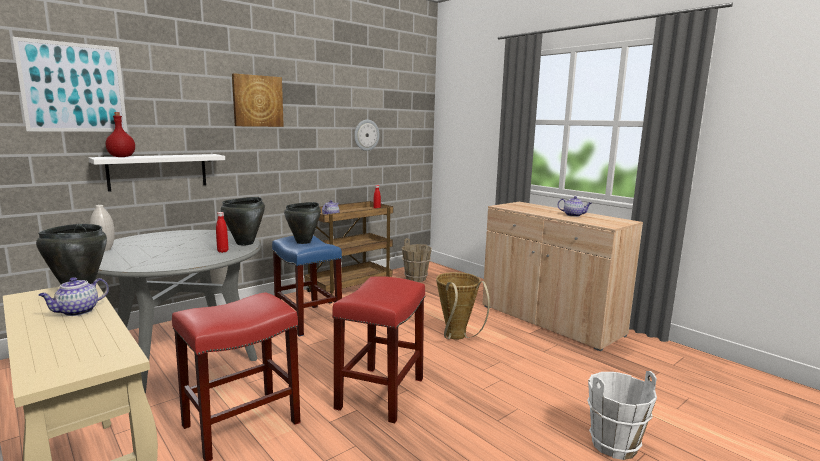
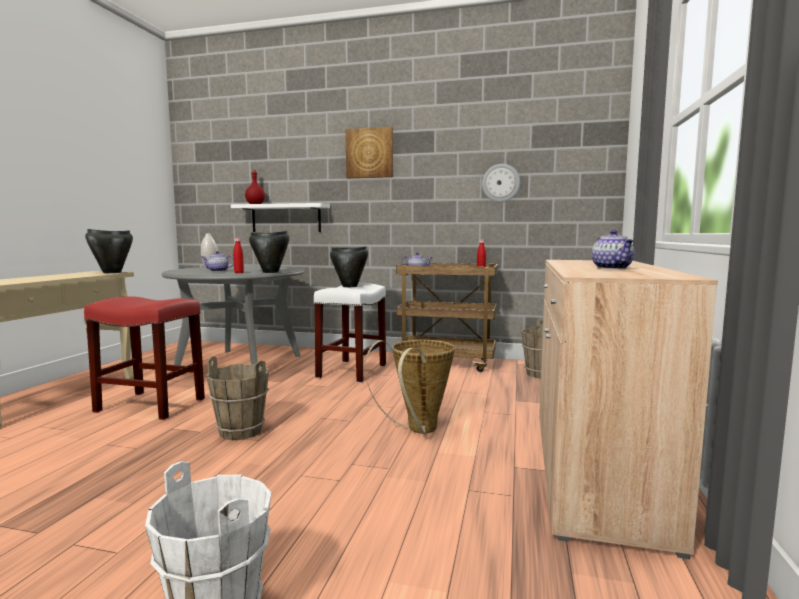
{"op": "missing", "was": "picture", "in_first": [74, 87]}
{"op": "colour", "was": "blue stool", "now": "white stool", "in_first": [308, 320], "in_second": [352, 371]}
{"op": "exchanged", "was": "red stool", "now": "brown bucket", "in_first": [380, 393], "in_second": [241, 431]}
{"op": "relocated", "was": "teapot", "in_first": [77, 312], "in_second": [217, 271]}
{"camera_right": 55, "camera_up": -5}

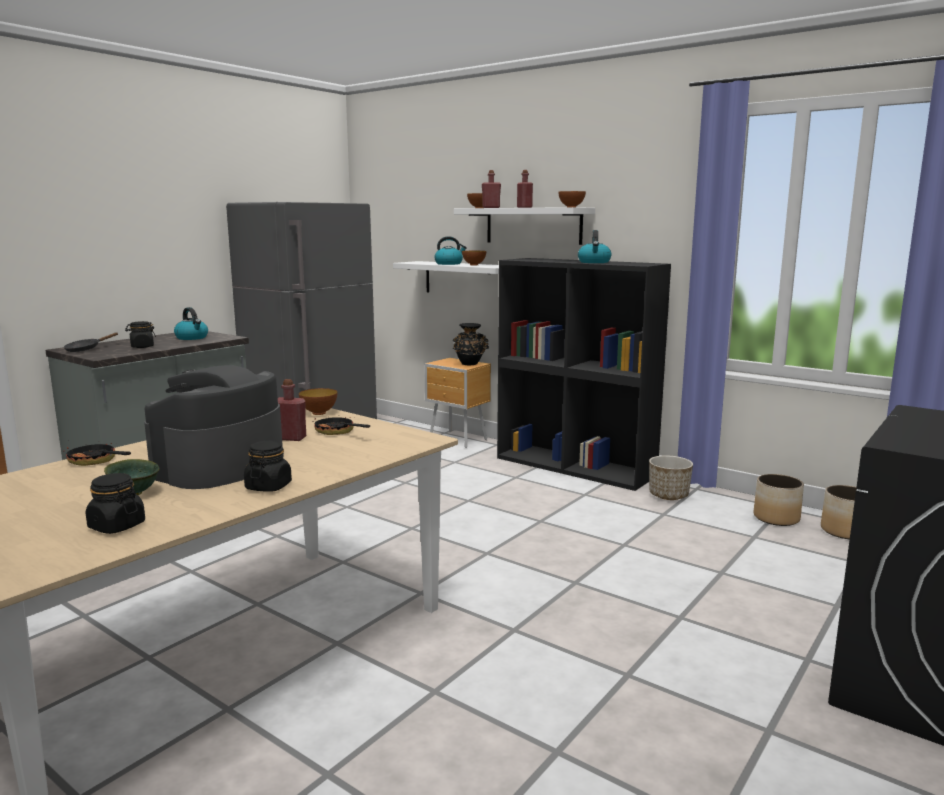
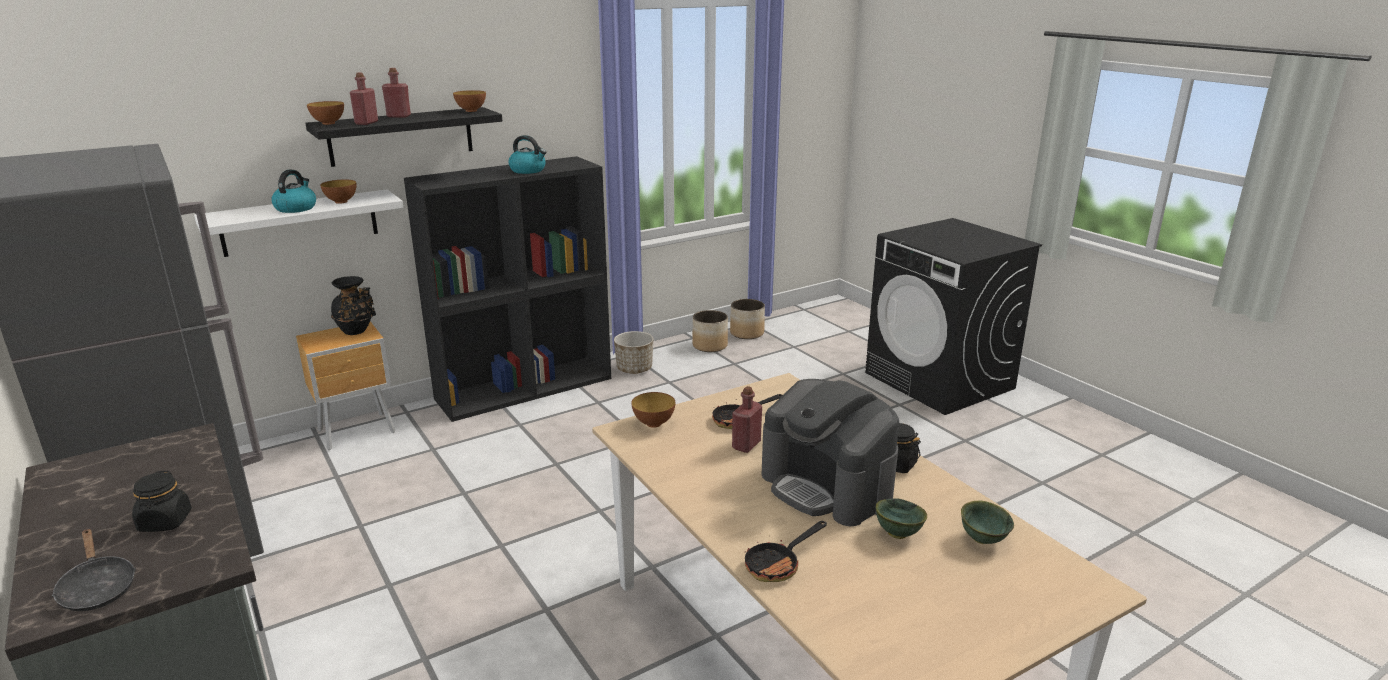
{"op": "colour", "was": "white shelf", "now": "black shelf", "in_first": [533, 226], "in_second": [401, 136]}
{"op": "missing", "was": "kettle", "in_first": [192, 338]}
{"op": "exchanged", "was": "black jar", "now": "green bowl", "in_first": [116, 526], "in_second": [983, 539]}
{"camera_right": -70, "camera_up": 10}

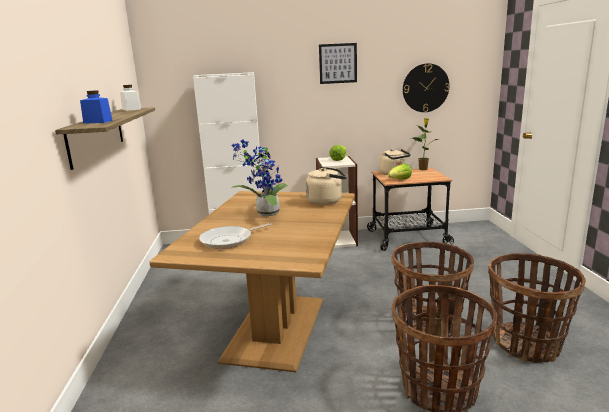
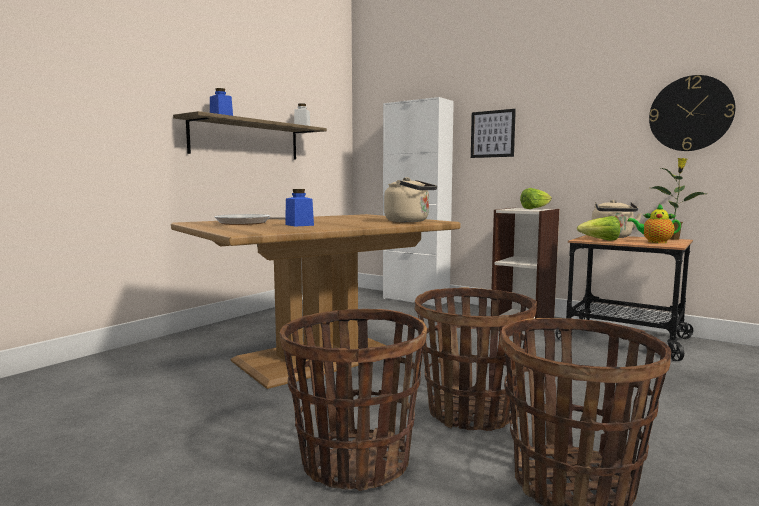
{"op": "relocated", "was": "picture", "in_first": [338, 63], "in_second": [492, 134]}
{"op": "missing", "was": "potted plant", "in_first": [265, 214]}
{"op": "appeared", "now": "blue jar", "in_second": [299, 225]}
{"op": "appeared", "now": "teapot", "in_second": [654, 242]}
{"camera_right": 40, "camera_up": -10}

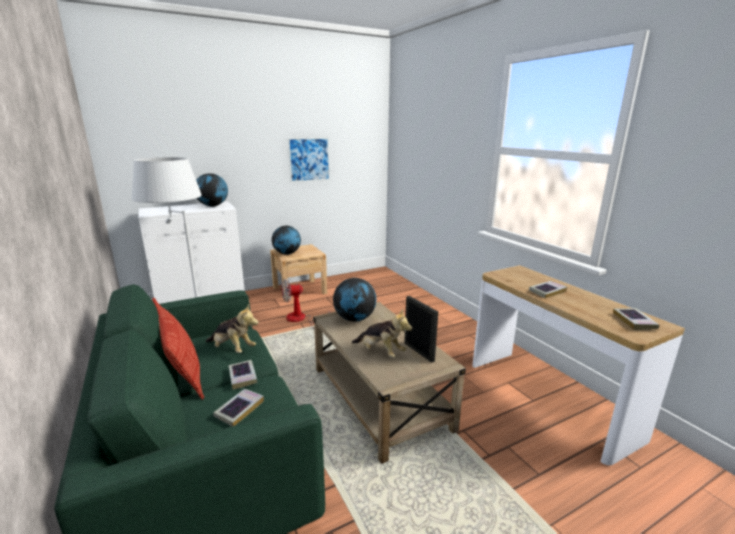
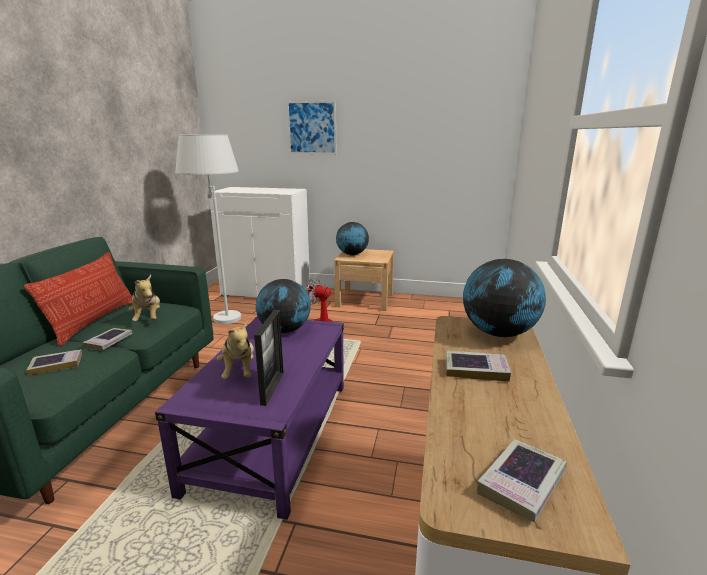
{"op": "relocated", "was": "picture", "in_first": [309, 159], "in_second": [312, 128]}
{"op": "relocated", "was": "globe", "in_first": [213, 206], "in_second": [499, 333]}
{"op": "colour", "was": "beige coffee table", "now": "purple coffee table", "in_first": [379, 397], "in_second": [273, 434]}
{"camera_right": 40, "camera_up": 0}

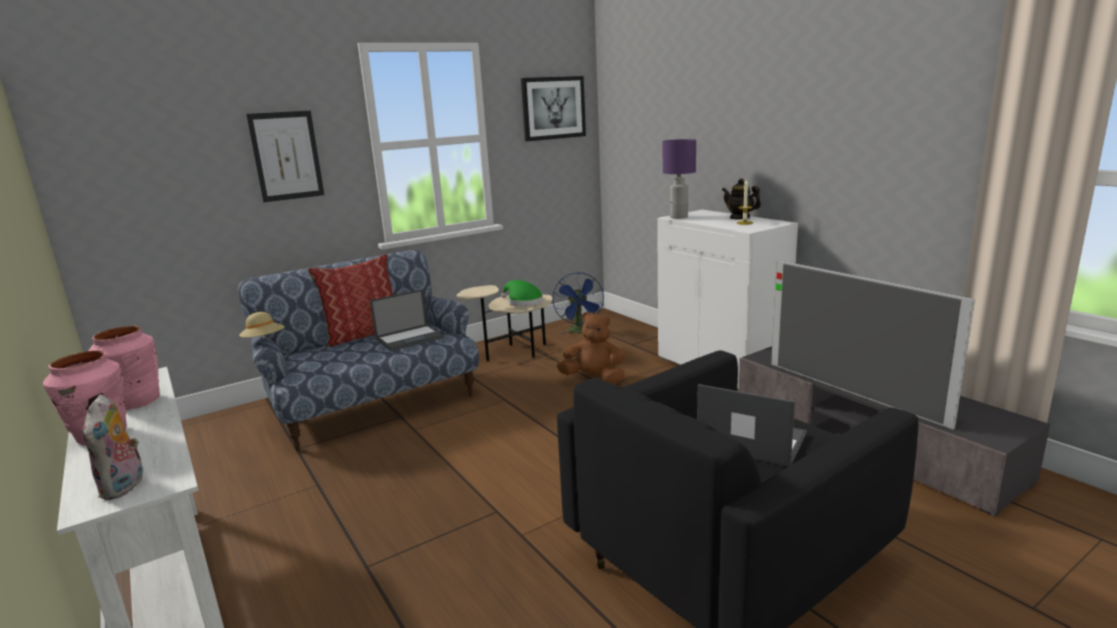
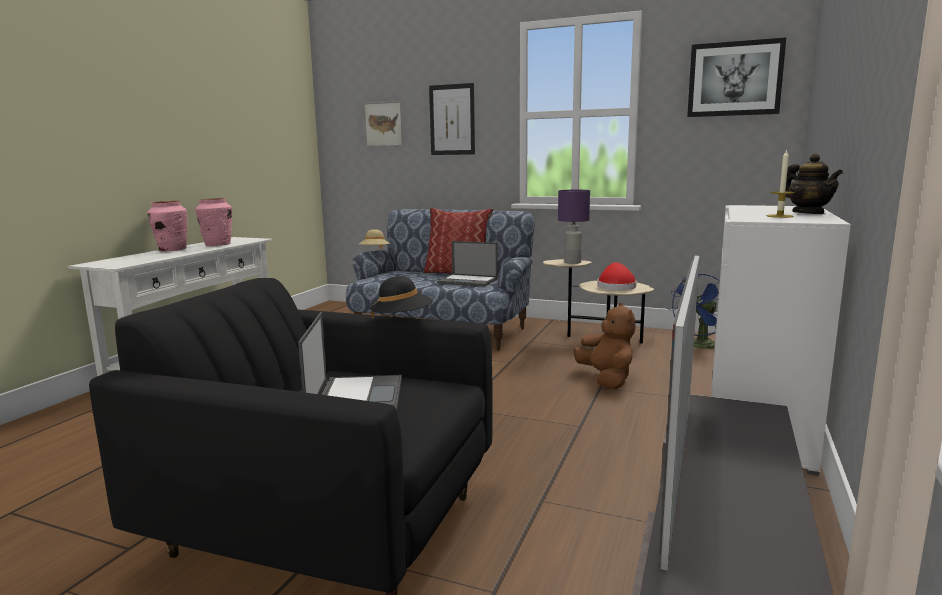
{"op": "relocated", "was": "purple table lamp", "in_first": [678, 217], "in_second": [572, 262]}
{"op": "spun", "was": "teapot", "in_first": [740, 217], "in_second": [808, 213], "clockwise": 150}
{"op": "colour", "was": "green hat", "now": "red hat", "in_first": [523, 302], "in_second": [616, 286]}
{"op": "missing", "was": "plush toy", "in_first": [125, 487]}
{"op": "appeared", "now": "picture", "in_second": [383, 124]}
{"op": "appeared", "now": "black hat", "in_second": [402, 320]}
{"camera_right": 55, "camera_up": -5}

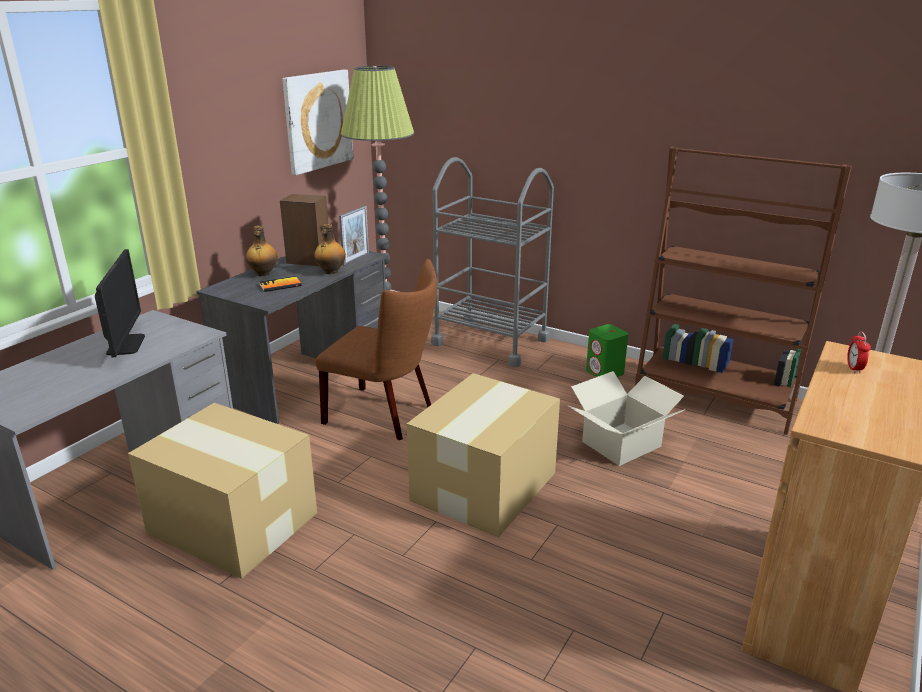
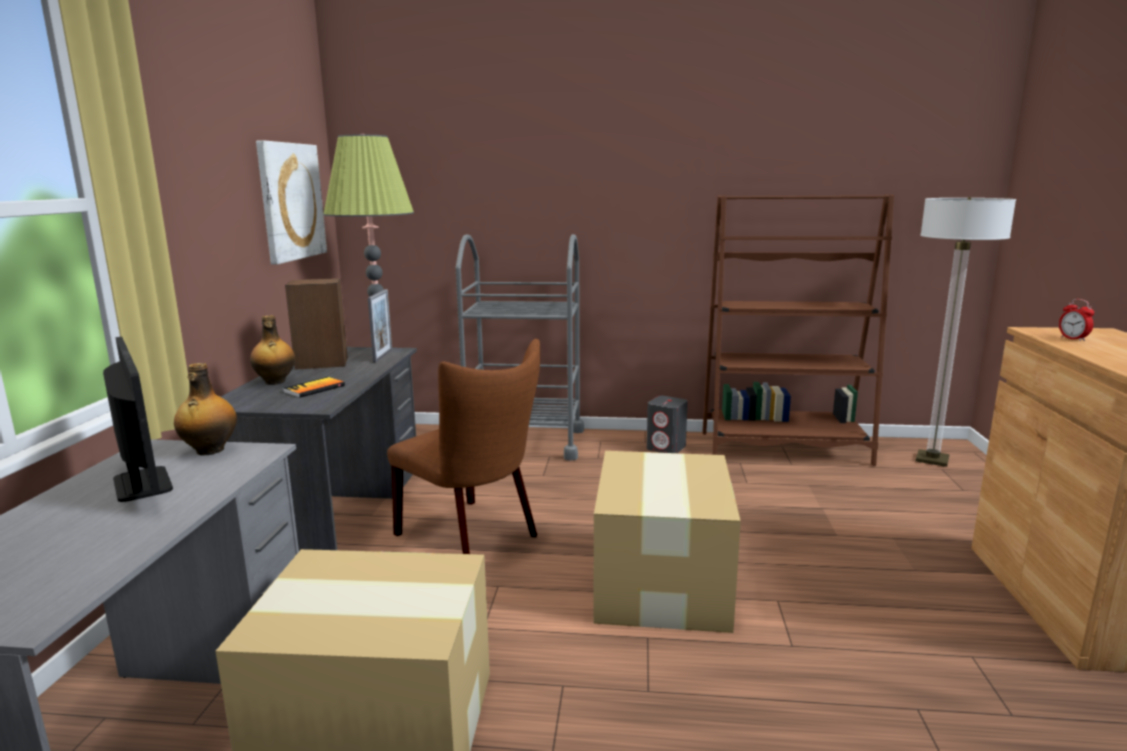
{"op": "relocated", "was": "bottle", "in_first": [330, 272], "in_second": [209, 451]}
{"op": "spun", "was": "brown chair", "in_first": [385, 415], "in_second": [474, 537], "clockwise": 45}
{"op": "colour", "was": "green speaker", "now": "grey speaker", "in_first": [605, 372], "in_second": [666, 448]}
{"op": "missing", "was": "cardboard box", "in_first": [622, 444]}
{"camera_right": -25, "camera_up": -10}

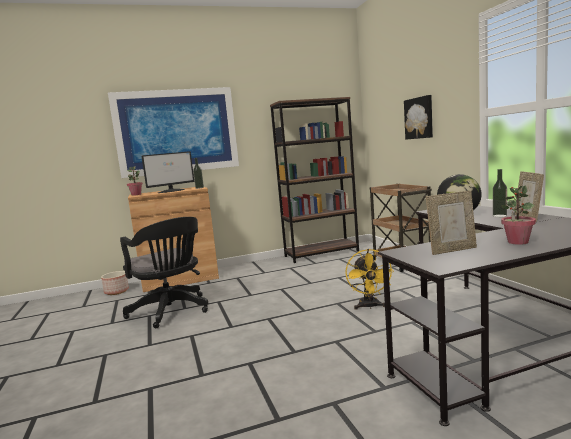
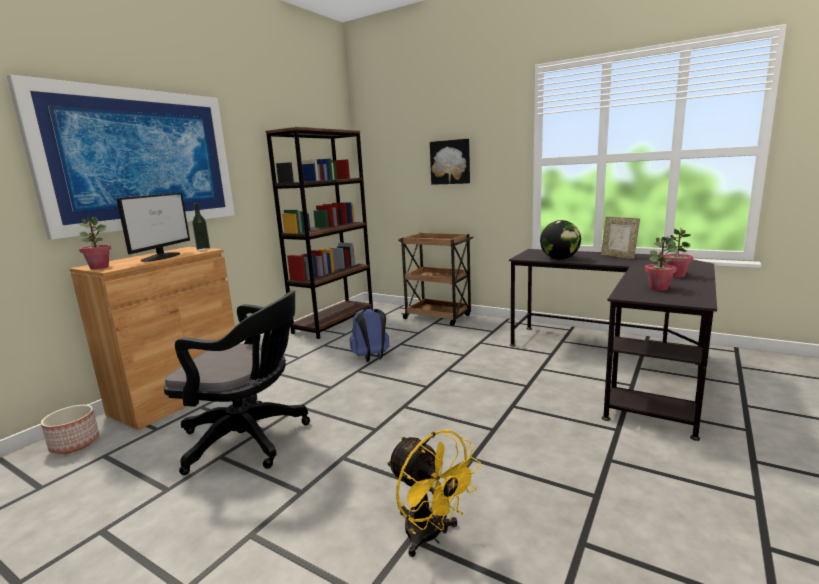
{"op": "missing", "was": "bottle", "in_first": [499, 215]}
{"op": "exchanged", "was": "picture frame", "now": "potted plant", "in_first": [452, 250], "in_second": [658, 288]}
{"op": "relocated", "was": "yellow fan", "in_first": [369, 306], "in_second": [430, 536]}
{"op": "appeared", "now": "blue backpack", "in_second": [371, 358]}
{"camera_right": -40, "camera_up": 5}

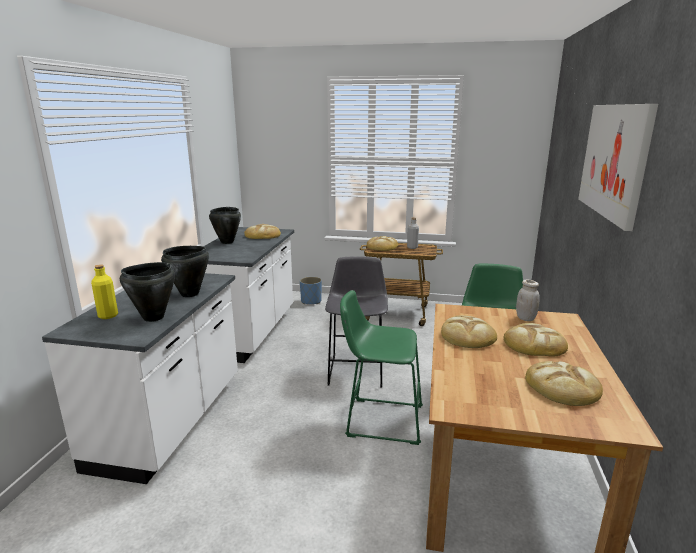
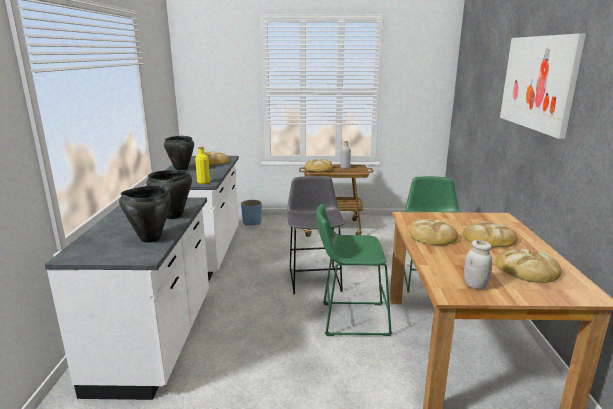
{"op": "relocated", "was": "yellow bottle", "in_first": [108, 316], "in_second": [203, 182]}
{"op": "relocated", "was": "white jar", "in_first": [525, 318], "in_second": [475, 285]}
{"camera_right": -10, "camera_up": 0}

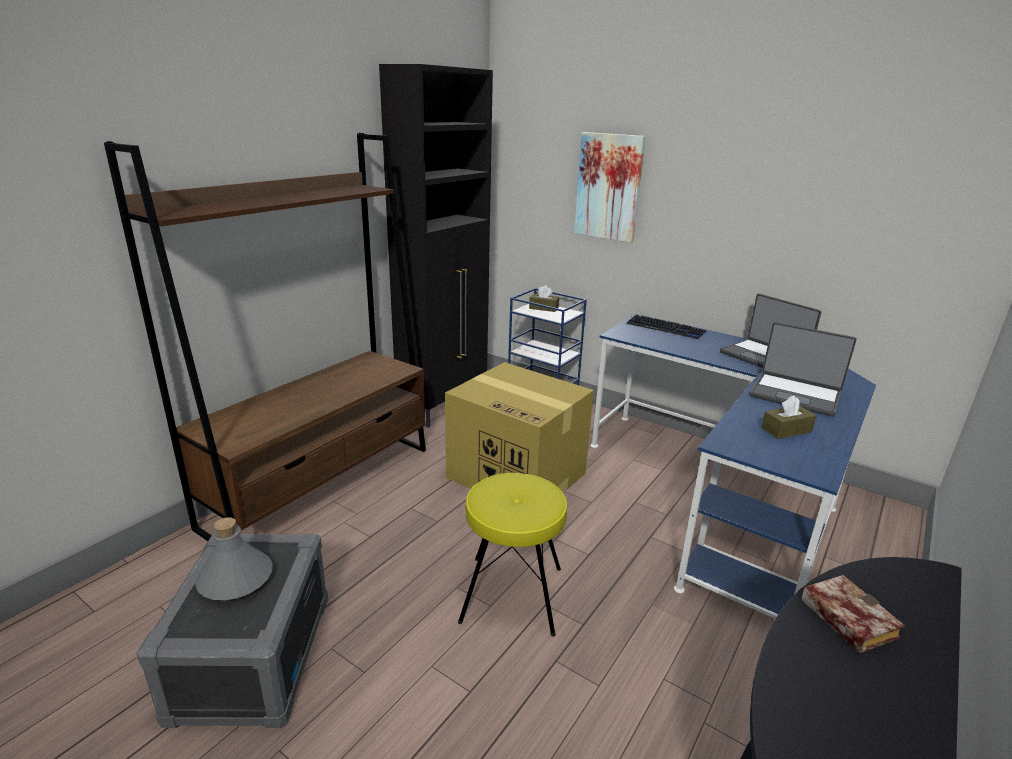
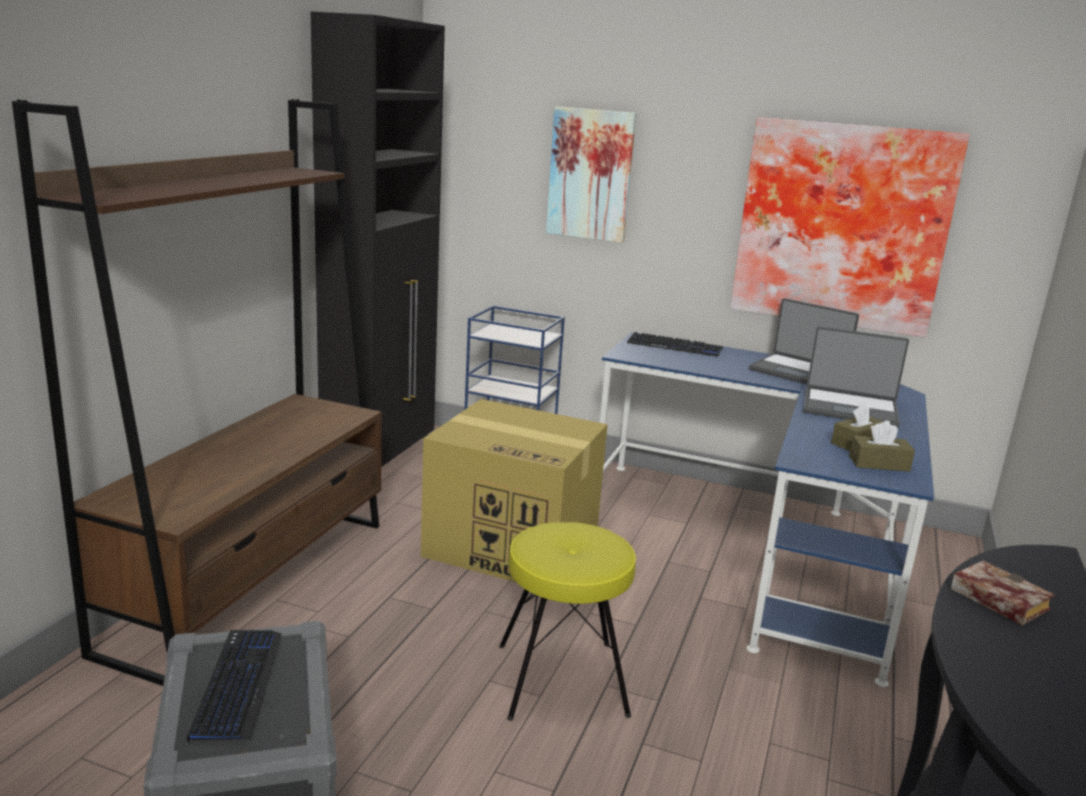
{"op": "relocated", "was": "brown tissue box", "in_first": [543, 308], "in_second": [879, 464]}
{"op": "exchanged", "was": "grey bottle", "now": "keyboard", "in_first": [235, 579], "in_second": [238, 684]}
{"op": "appeared", "now": "picture", "in_second": [842, 225]}
{"camera_right": -15, "camera_up": -5}

